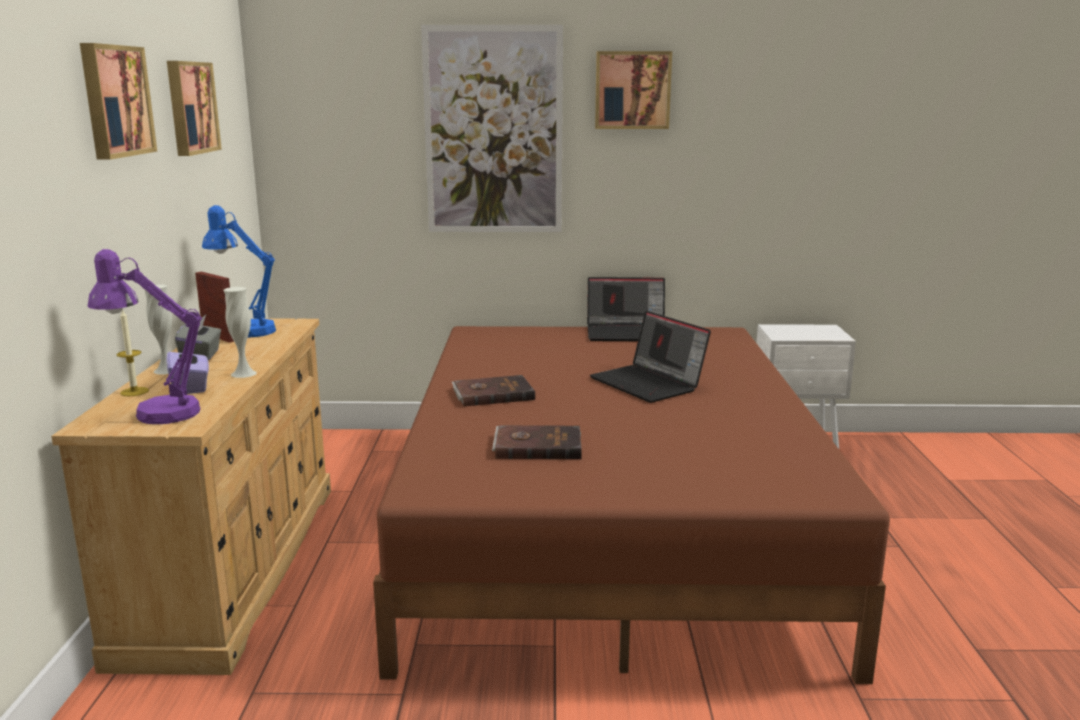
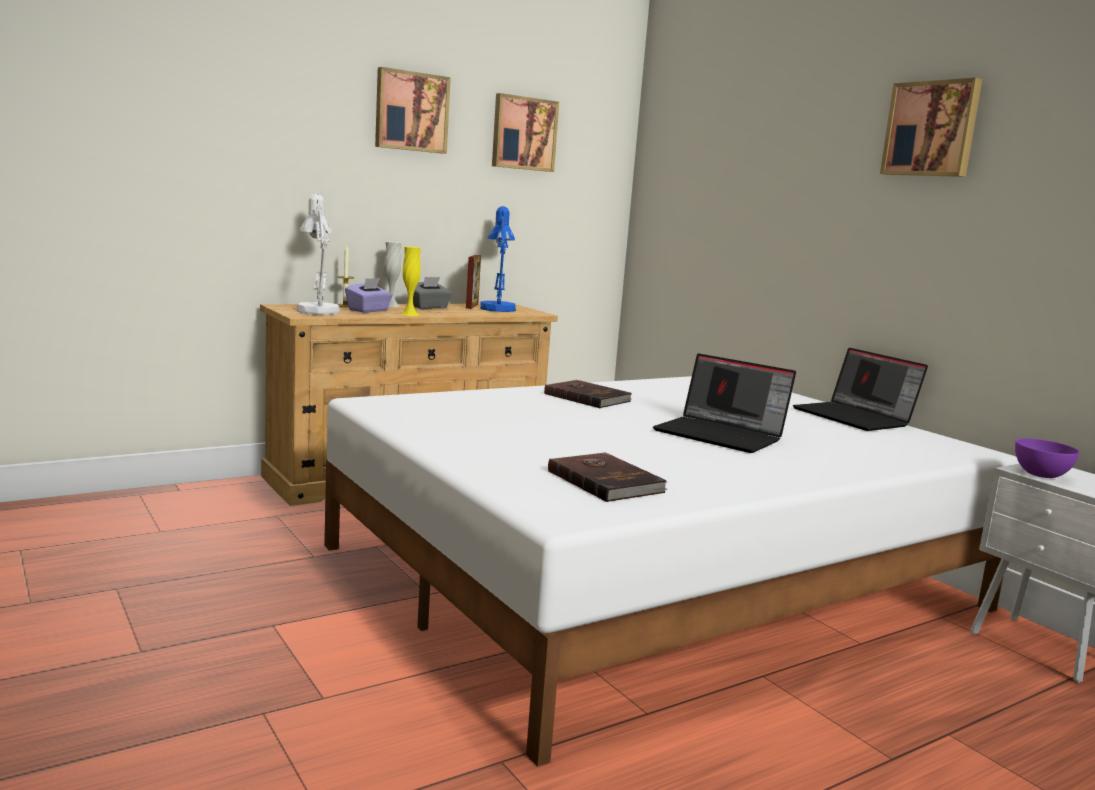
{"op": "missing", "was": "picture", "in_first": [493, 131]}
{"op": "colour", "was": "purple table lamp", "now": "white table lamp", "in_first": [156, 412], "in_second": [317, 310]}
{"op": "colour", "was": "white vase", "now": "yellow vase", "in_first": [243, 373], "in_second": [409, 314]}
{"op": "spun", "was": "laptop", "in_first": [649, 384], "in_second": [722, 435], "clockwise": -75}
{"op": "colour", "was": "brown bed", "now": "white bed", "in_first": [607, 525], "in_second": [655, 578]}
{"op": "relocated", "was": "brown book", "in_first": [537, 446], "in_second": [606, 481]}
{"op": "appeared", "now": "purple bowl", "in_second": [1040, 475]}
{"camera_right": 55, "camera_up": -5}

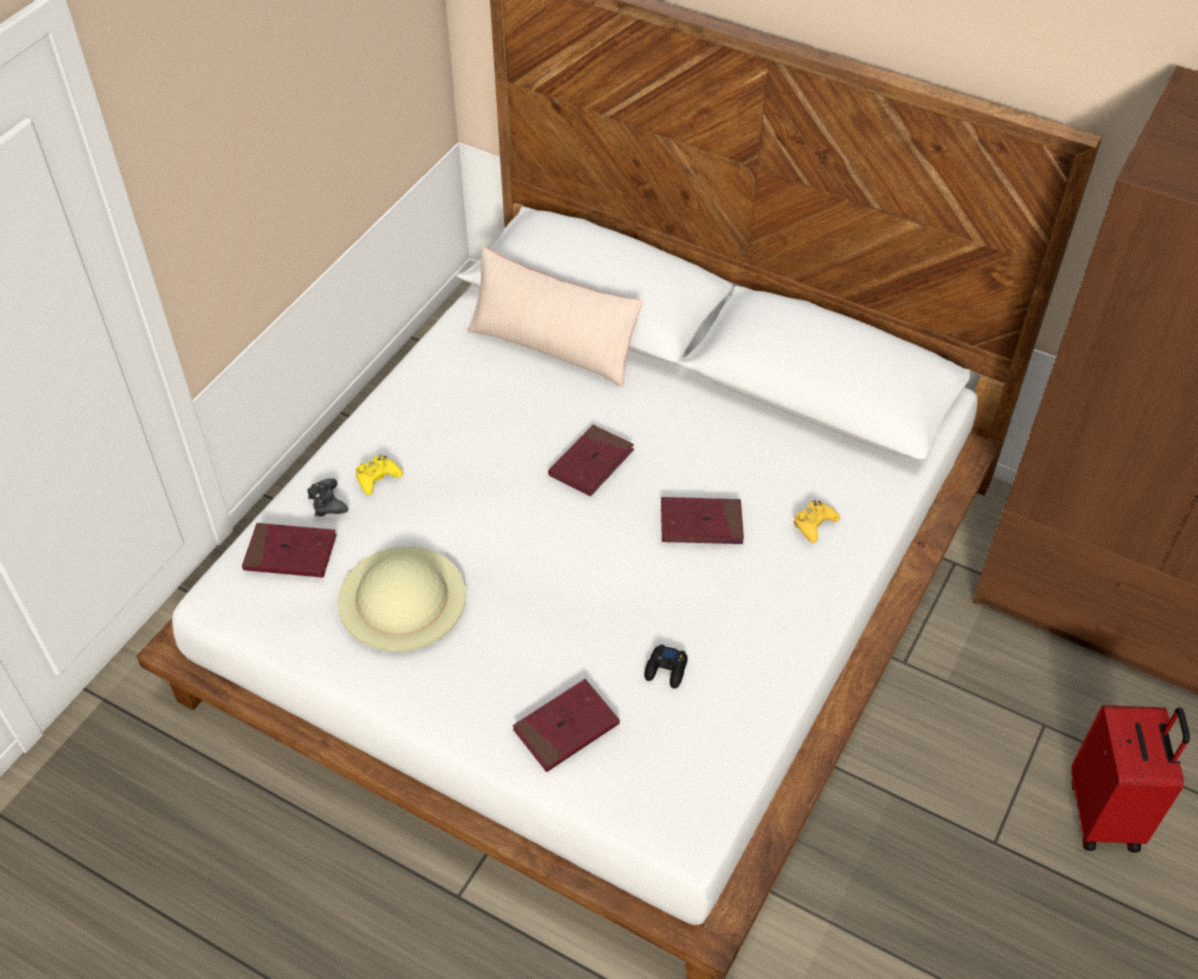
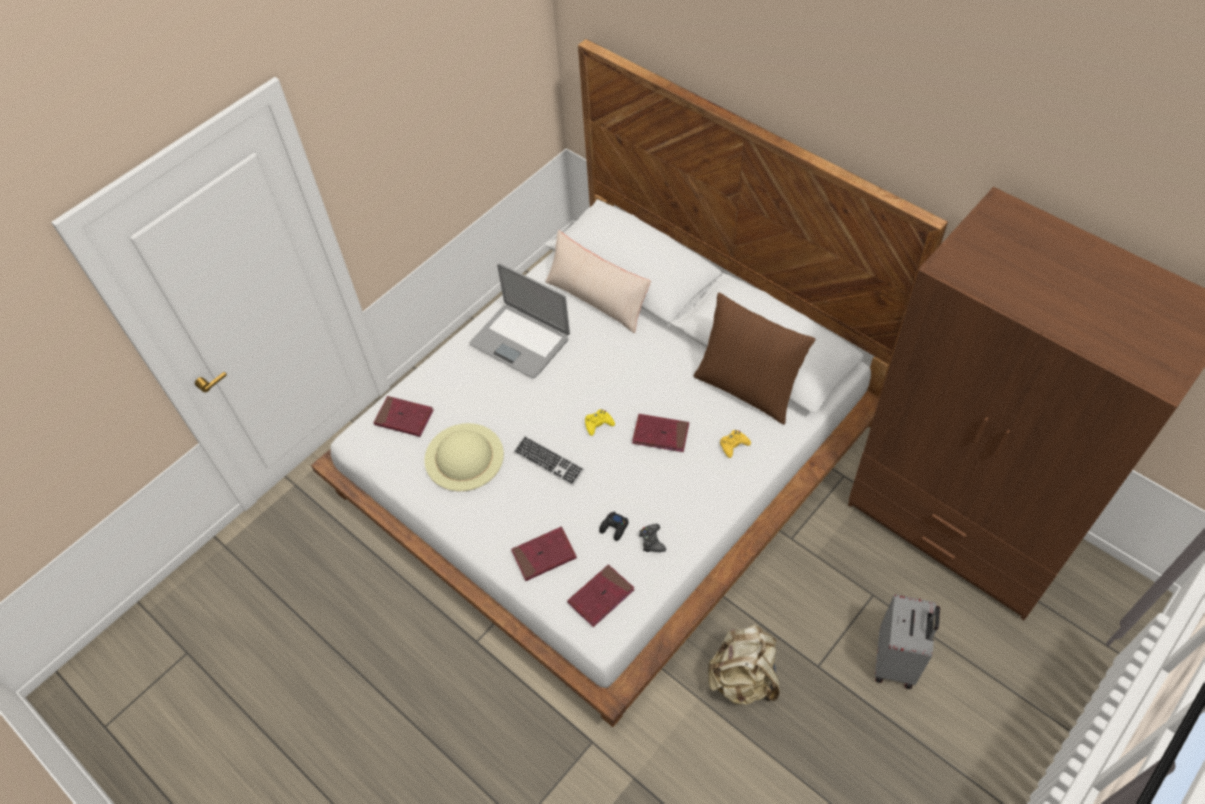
{"op": "relocated", "was": "red book", "in_first": [591, 463], "in_second": [601, 597]}
{"op": "relocated", "was": "yellow game controller", "in_first": [377, 478], "in_second": [598, 424]}
{"op": "relocated", "was": "black game controller", "in_first": [327, 502], "in_second": [652, 541]}
{"op": "colour", "was": "red suitcase", "now": "grey suitcase", "in_first": [1106, 814], "in_second": [896, 660]}
{"op": "appeared", "now": "laptop", "in_second": [520, 341]}
{"op": "appeared", "now": "brown pillow", "in_second": [747, 388]}
{"op": "appeared", "now": "keyboard", "in_second": [548, 461]}
{"op": "appeared", "now": "beige backpack", "in_second": [743, 677]}
{"camera_right": 15, "camera_up": 5}

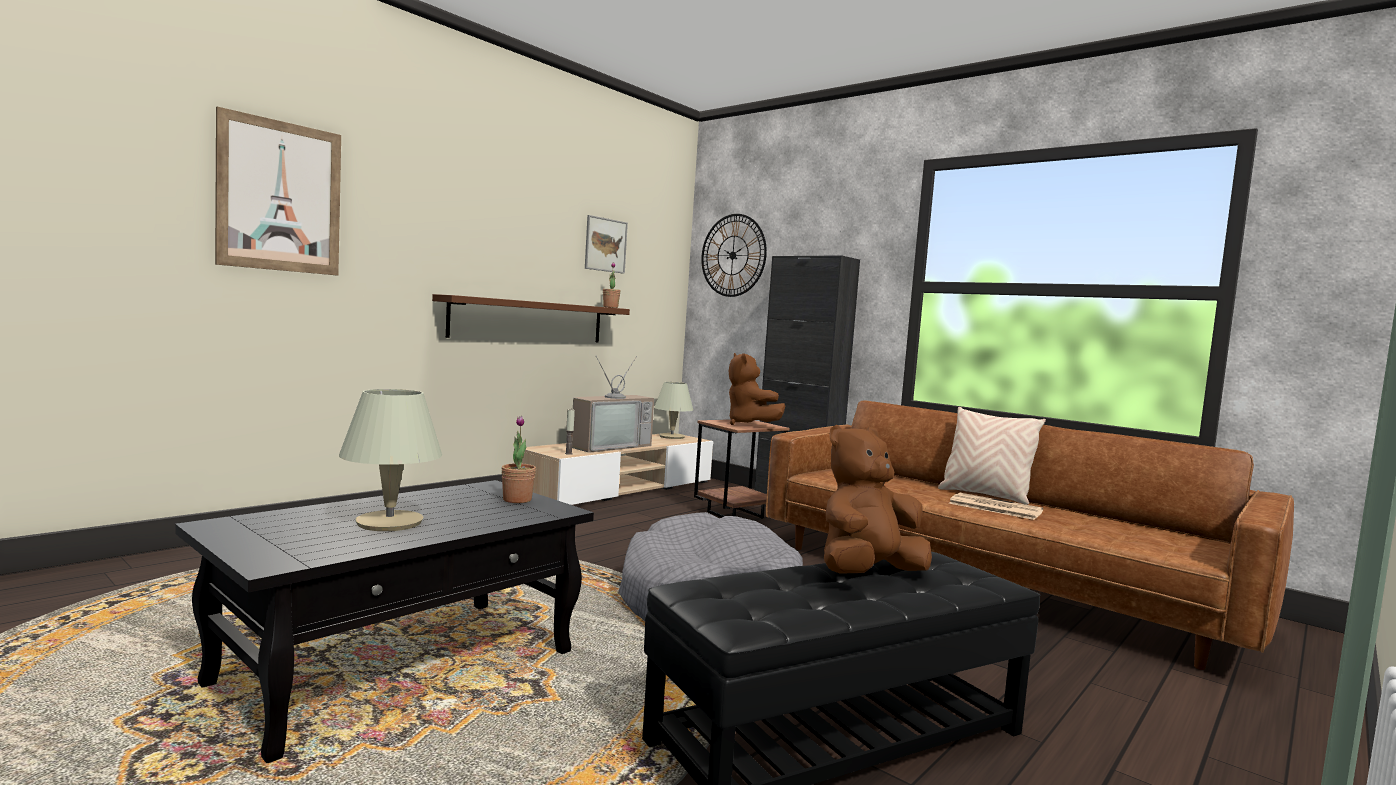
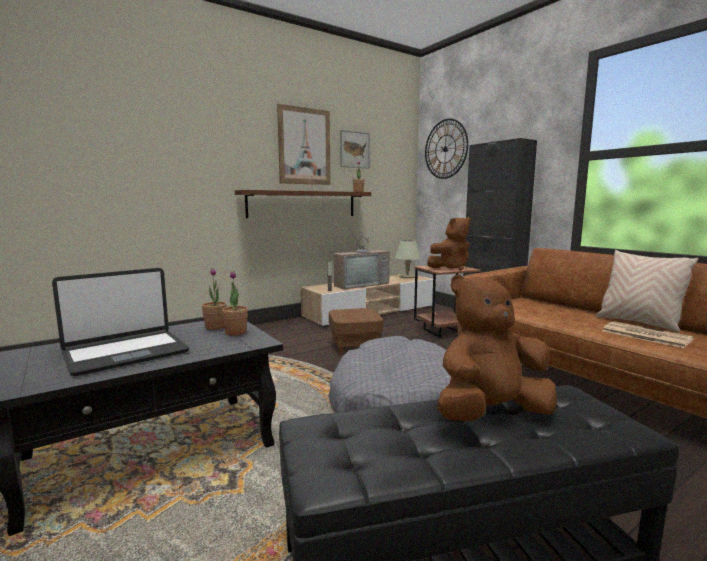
{"op": "relocated", "was": "picture", "in_first": [280, 196], "in_second": [304, 146]}
{"op": "spun", "was": "brown plush toy", "in_first": [749, 424], "in_second": [450, 268], "clockwise": -105}
{"op": "exchanged", "was": "beige table lamp", "now": "laptop", "in_first": [390, 522], "in_second": [126, 353]}
{"op": "appeared", "now": "potted plant", "in_second": [215, 327]}
{"op": "appeared", "now": "brown ottoman", "in_second": [355, 346]}
{"camera_right": 15, "camera_up": 5}

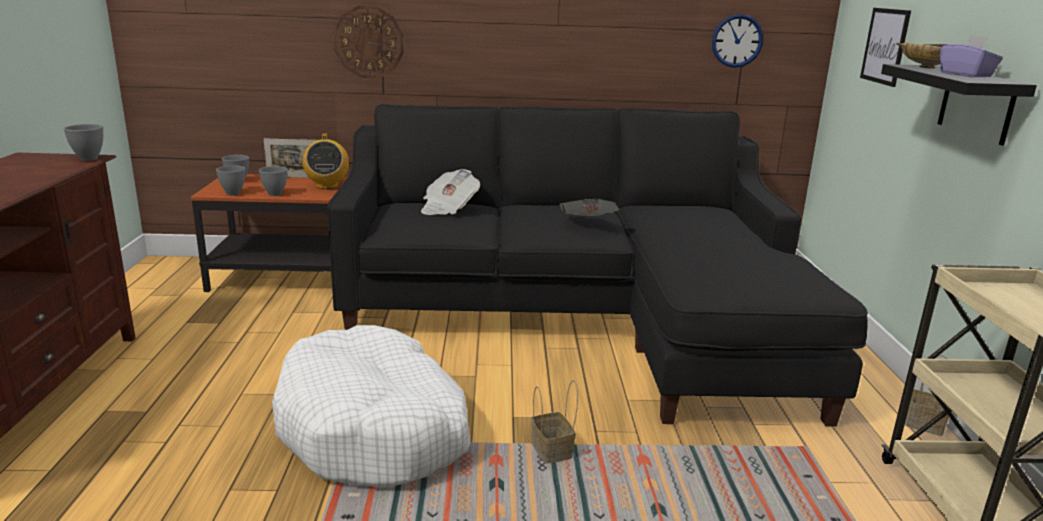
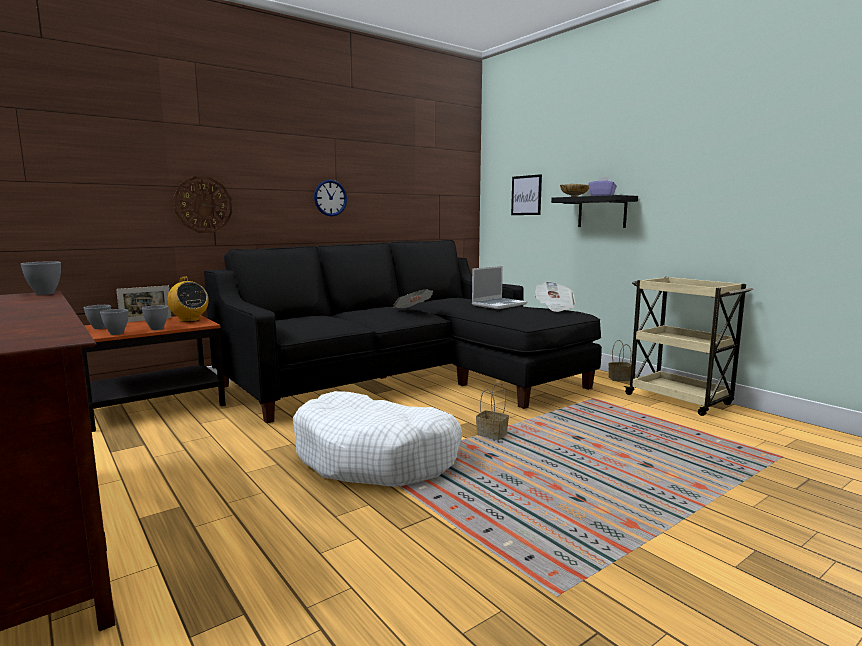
{"op": "relocated", "was": "wall clock", "in_first": [737, 41], "in_second": [330, 198]}
{"op": "relocated", "was": "newspaper", "in_first": [448, 208], "in_second": [554, 308]}
{"op": "appeared", "now": "laptop", "in_second": [499, 304]}
{"camera_right": -35, "camera_up": -10}

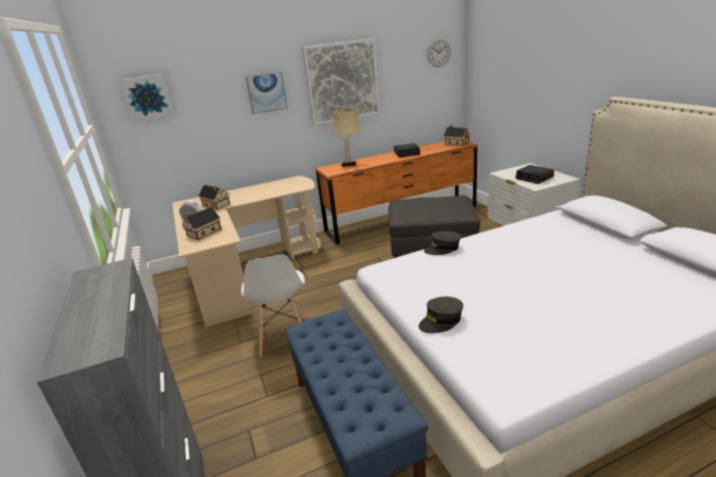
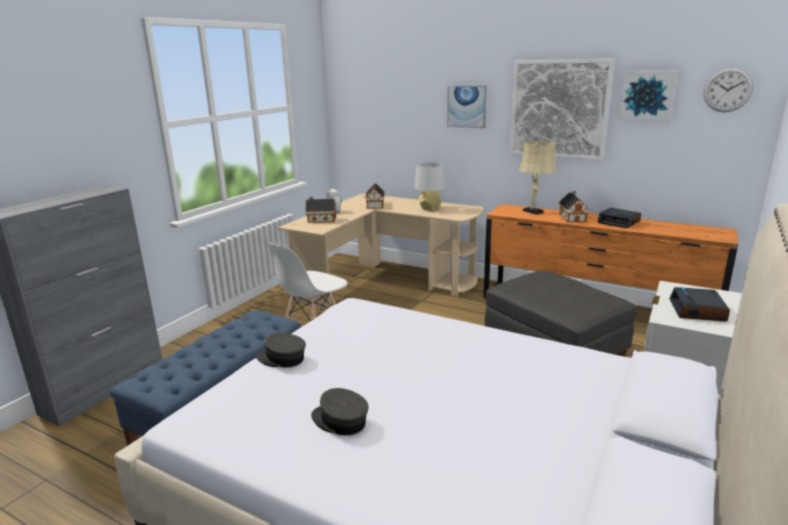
{"op": "relocated", "was": "picture", "in_first": [147, 97], "in_second": [647, 95]}
{"op": "relocated", "was": "toy house", "in_first": [456, 143], "in_second": [572, 217]}
{"op": "relocated", "was": "grey cap", "in_first": [442, 248], "in_second": [340, 421]}
{"op": "appeared", "now": "grey table lamp", "in_second": [429, 209]}
{"camera_right": 50, "camera_up": -5}

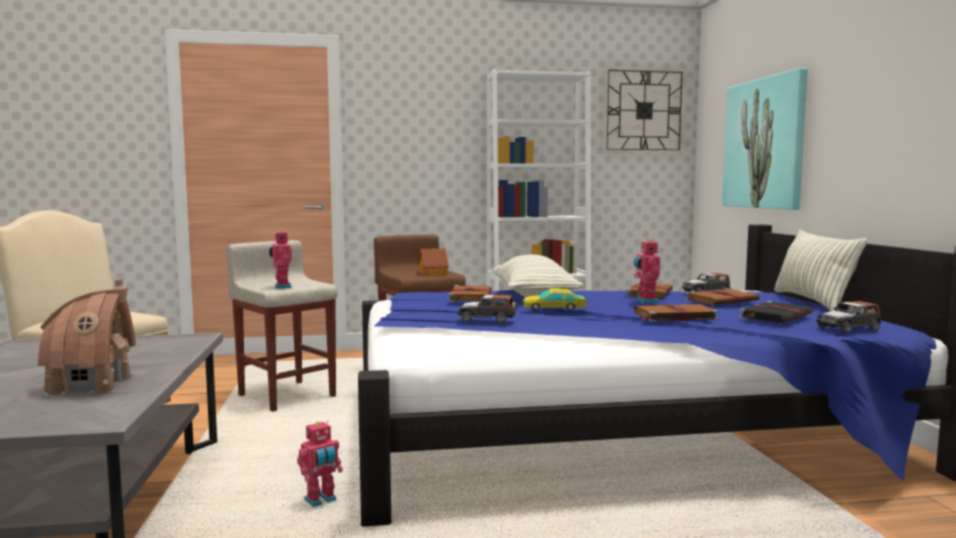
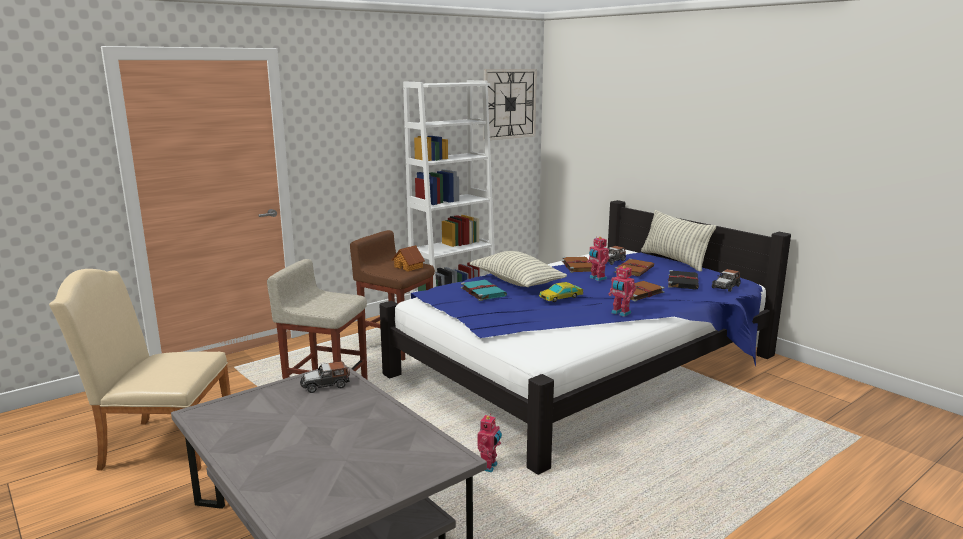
{"op": "missing", "was": "picture", "in_first": [765, 143]}
{"op": "relocated", "was": "toy robot", "in_first": [281, 287], "in_second": [620, 313]}
{"op": "missing", "was": "toy house", "in_first": [91, 385]}
{"op": "colour", "was": "brown book", "now": "turquoise book", "in_first": [470, 296], "in_second": [482, 291]}
{"op": "relocated", "was": "toy car", "in_first": [486, 319], "in_second": [325, 385]}
{"camera_right": -30, "camera_up": 10}

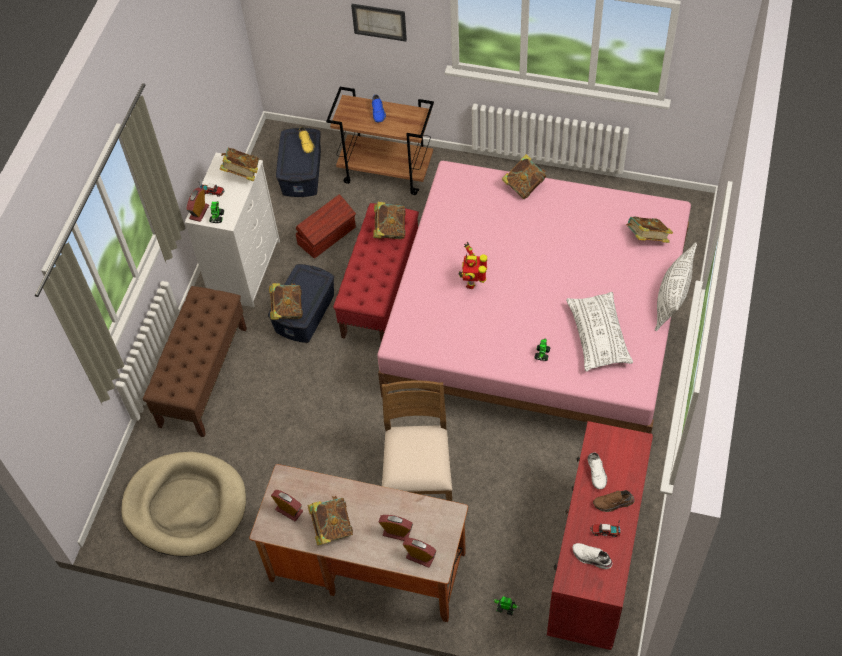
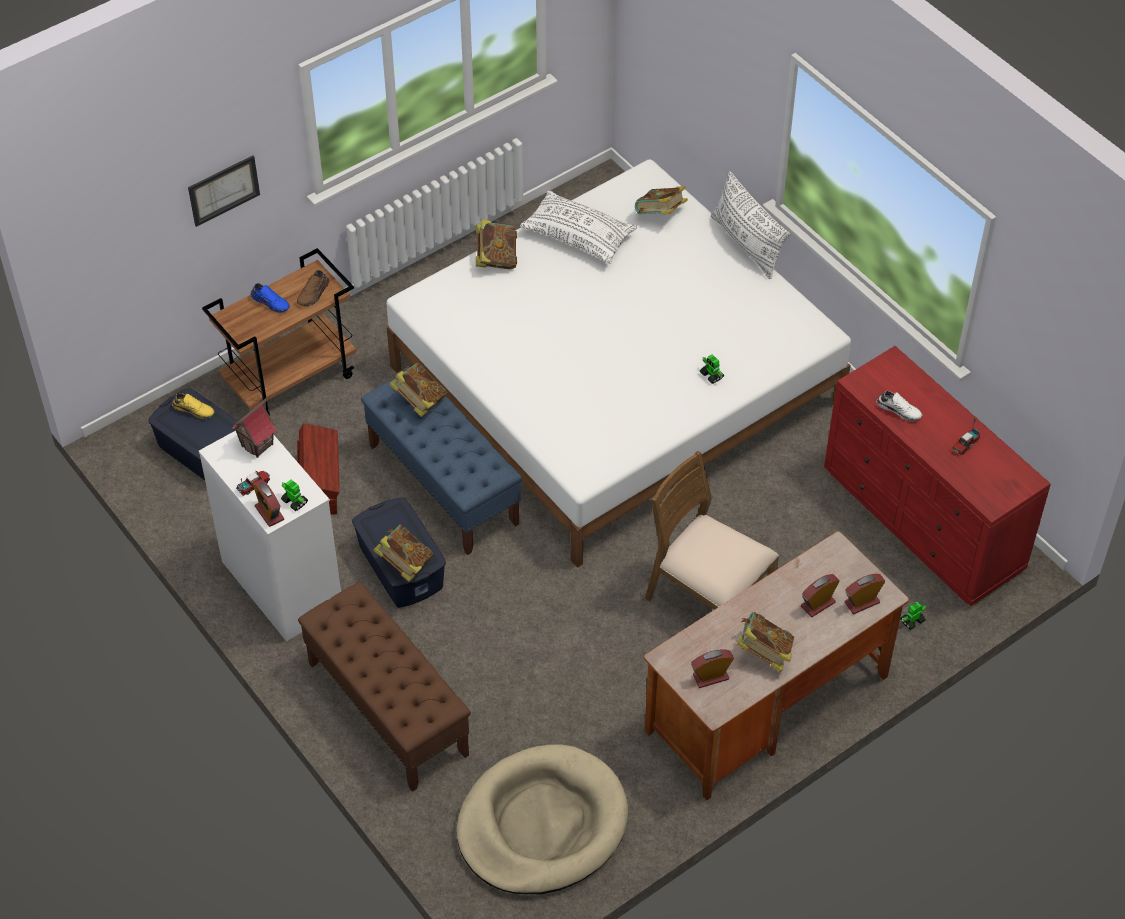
{"op": "exchanged", "was": "book", "now": "toy house", "in_first": [242, 174], "in_second": [257, 445]}
{"op": "colour", "was": "pink bed", "now": "white bed", "in_first": [536, 320], "in_second": [615, 385]}
{"op": "colour", "was": "red bench", "now": "blue bench", "in_first": [380, 291], "in_second": [444, 485]}
{"op": "missing", "was": "toy robot", "in_first": [472, 282]}
{"op": "relocated", "was": "white pillow", "in_first": [598, 337], "in_second": [578, 236]}
{"op": "relocated", "was": "brown shoe", "in_first": [613, 503], "in_second": [314, 294]}
{"op": "missing", "was": "white shoe", "in_first": [591, 558]}
{"camera_right": -55, "camera_up": -5}

